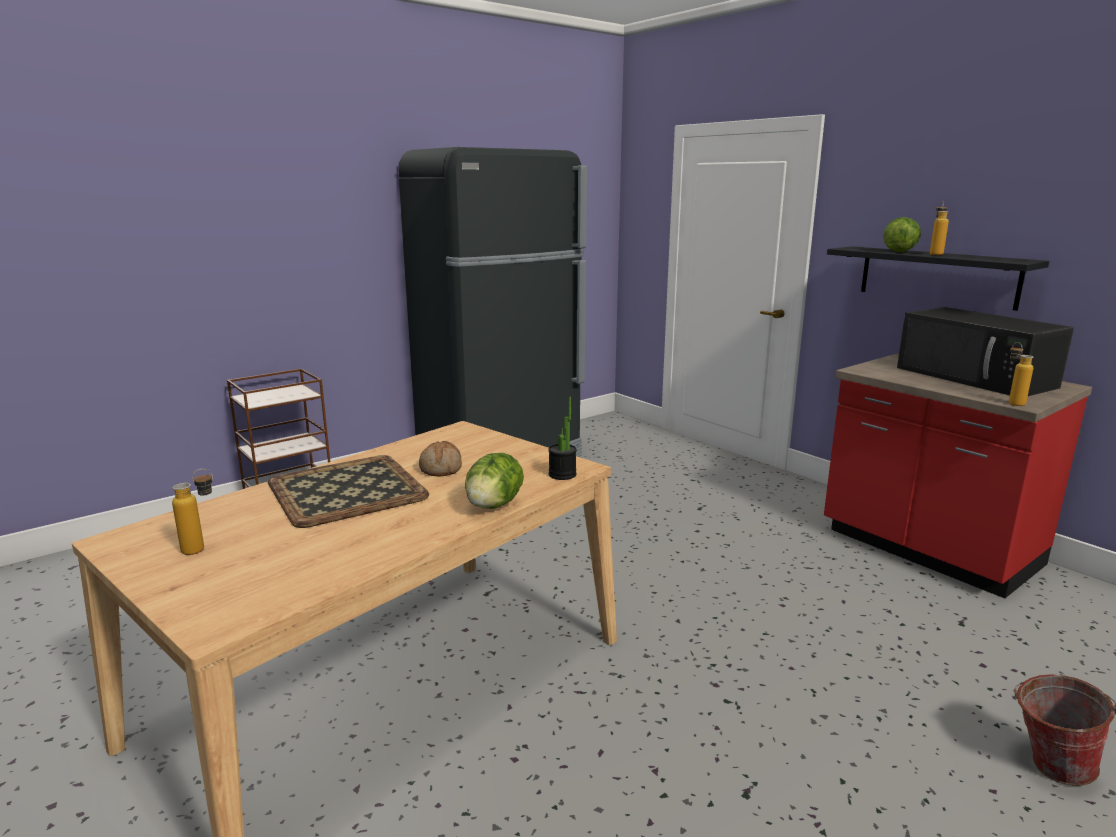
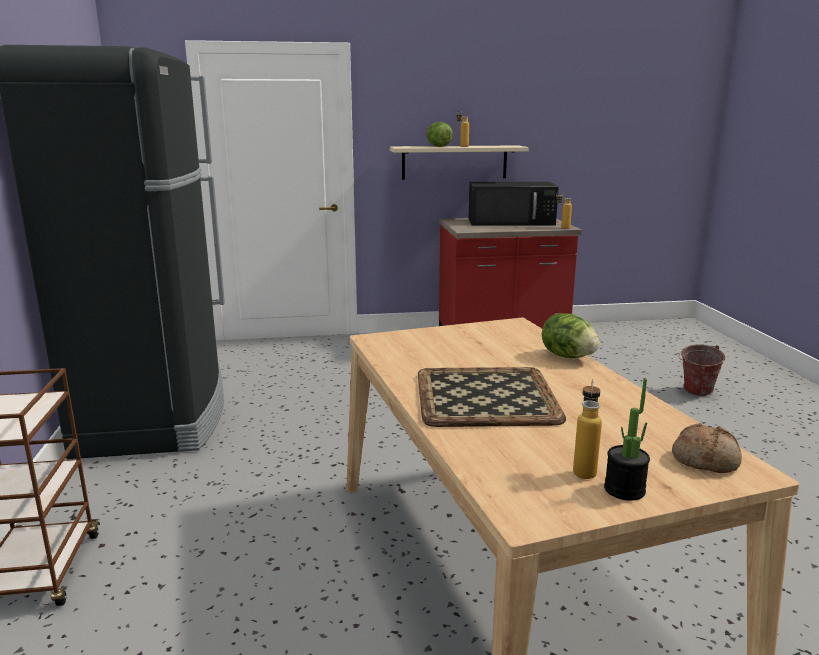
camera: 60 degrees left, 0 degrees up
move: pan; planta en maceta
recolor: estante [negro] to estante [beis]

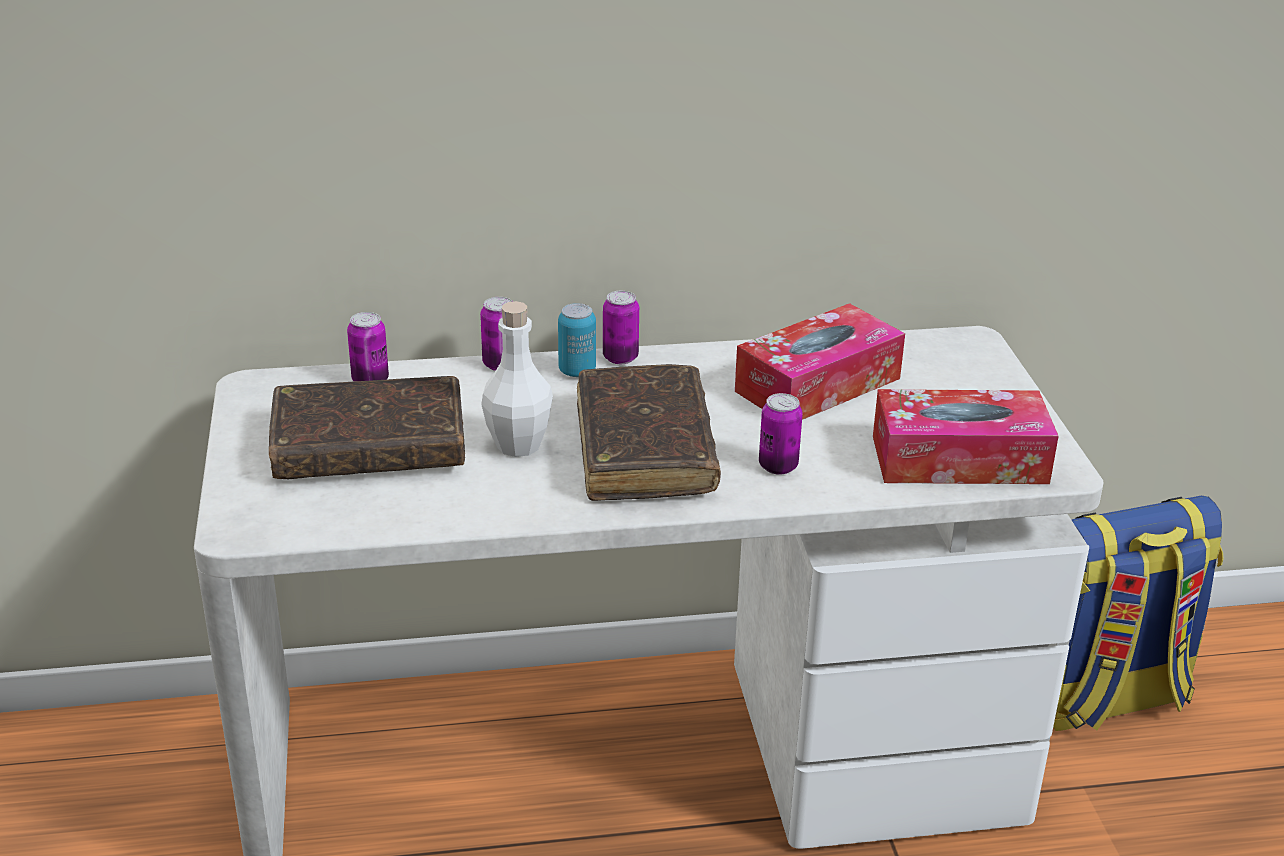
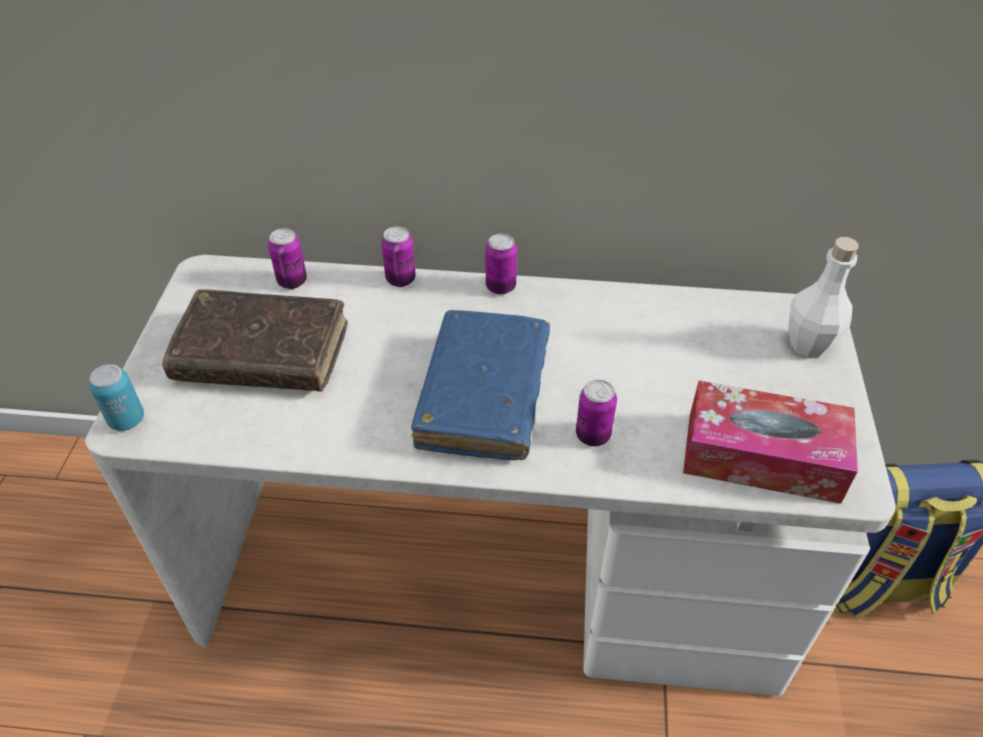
camera: 15 degrees right, 15 degrees up
delete: caja de pañuelos (1st from left)
move: botella [blanco]; lata (3rd from left in the first image) to lata (1st from left)
recolor: libro [marrón] (2nd from left) to libro [azul]

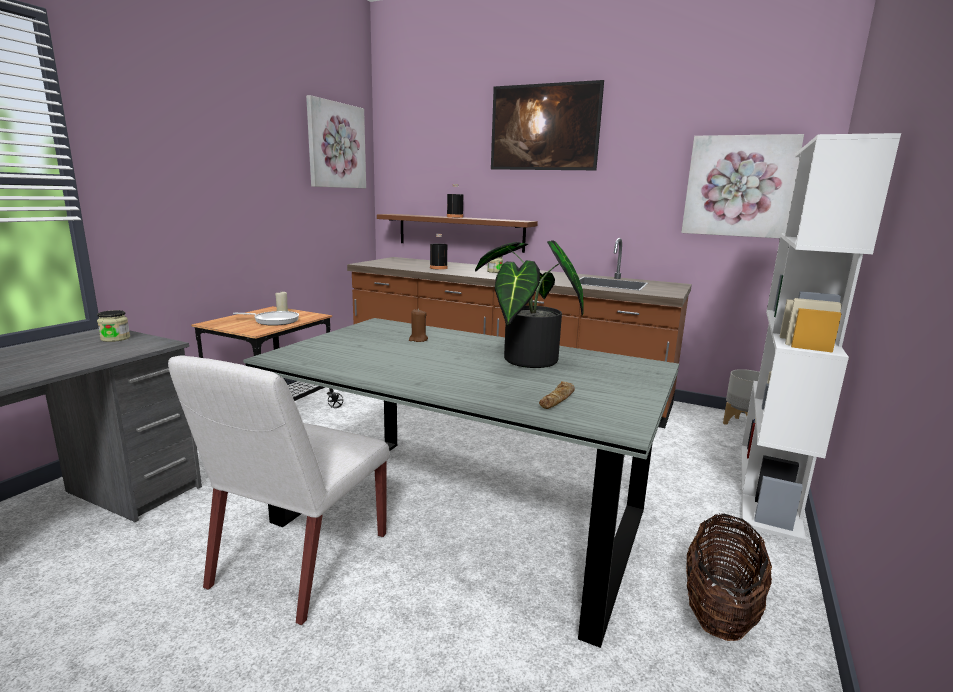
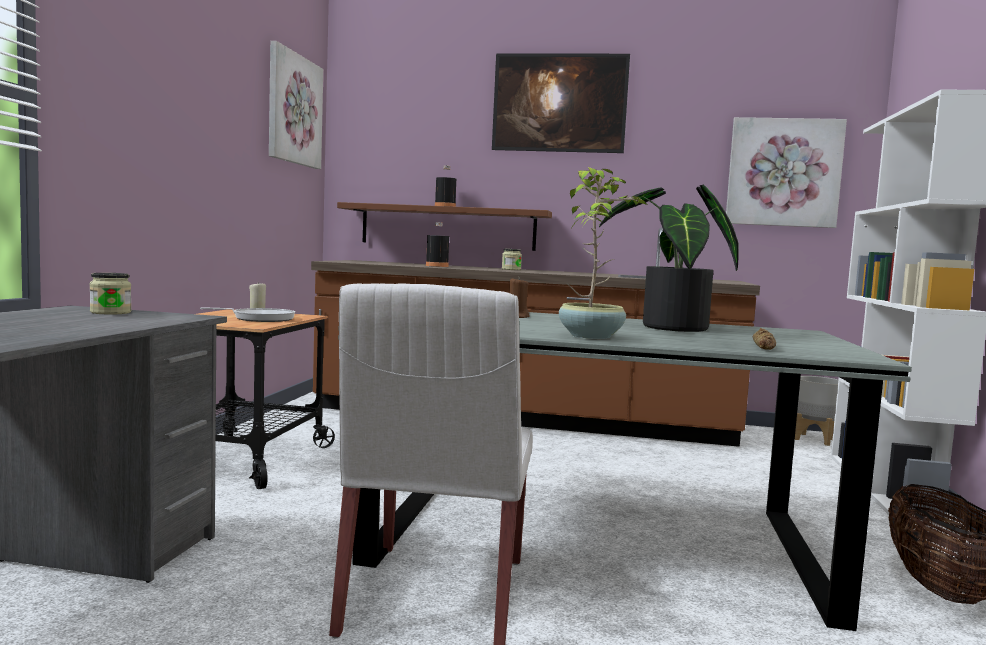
camera: 15 degrees left, 10 degrees down
insert: planta en maceta (1st from left)

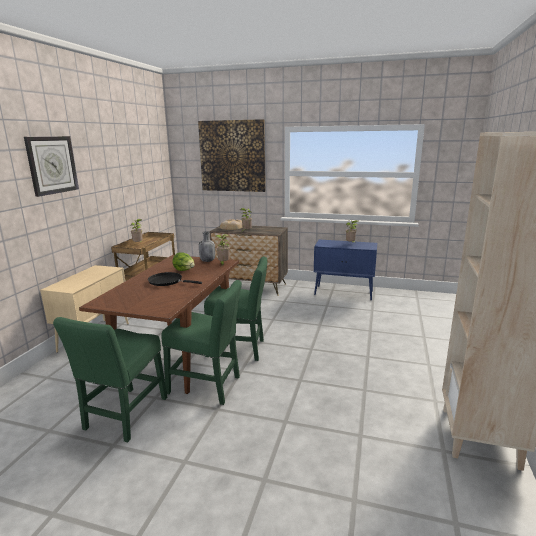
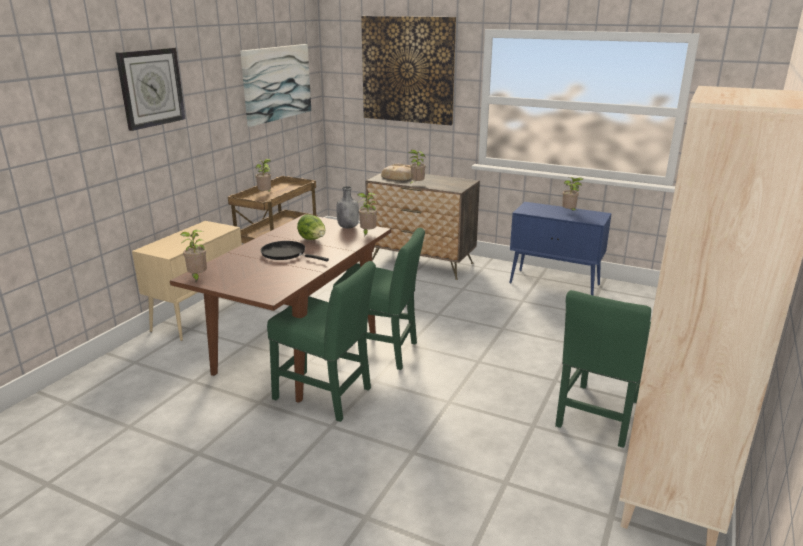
camera: 10 degrees right, 5 degrees up
insert: planta en maceta (1st from left); cuadro (1st from left)
move: silla [verde] (1st from left in the first image) to silla [verde] (3rd from left)

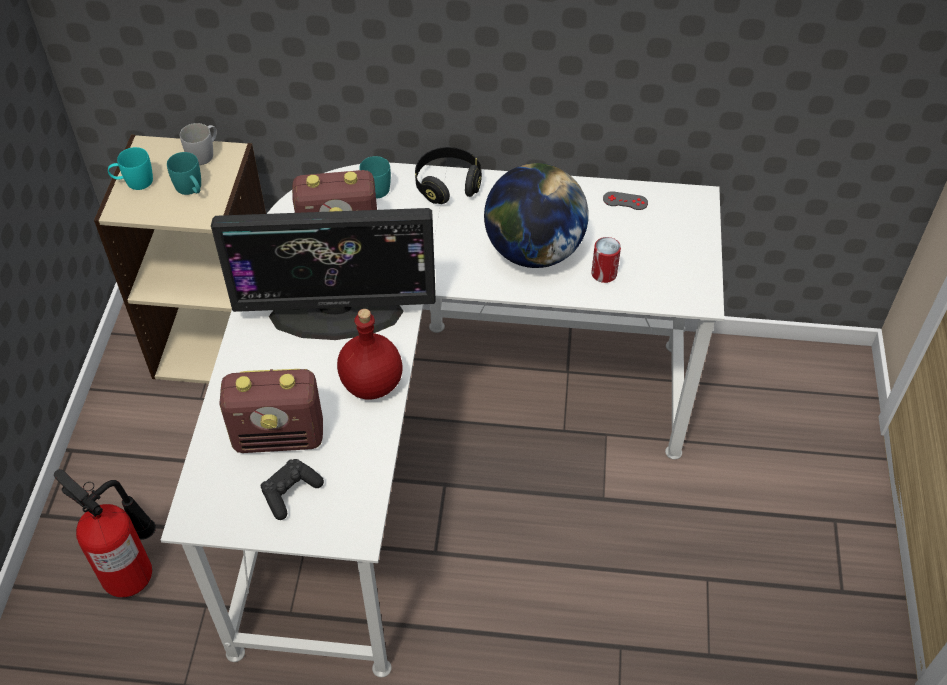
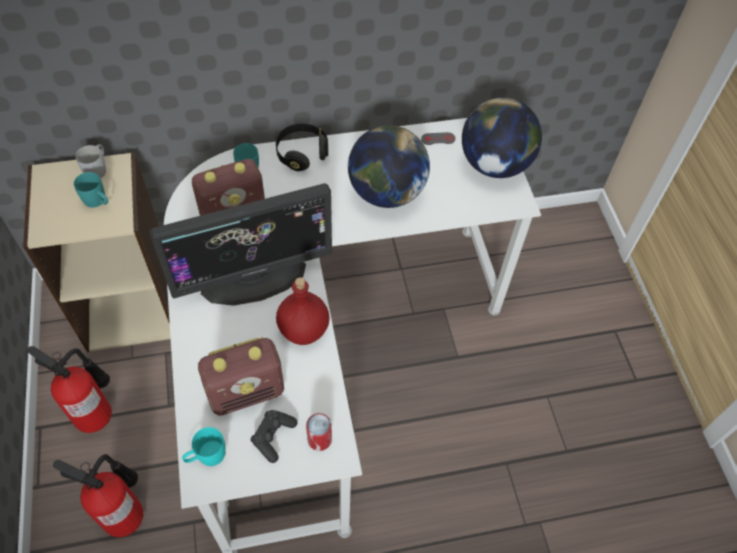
camera: 20 degrees left, 5 degrees up
insert: extintor (1st from left); globo terráqueo (2nd from left)
move: taza grande [turquesa] (1st from left in the first image) to taza grande [turquesa] (2nd from left); lata

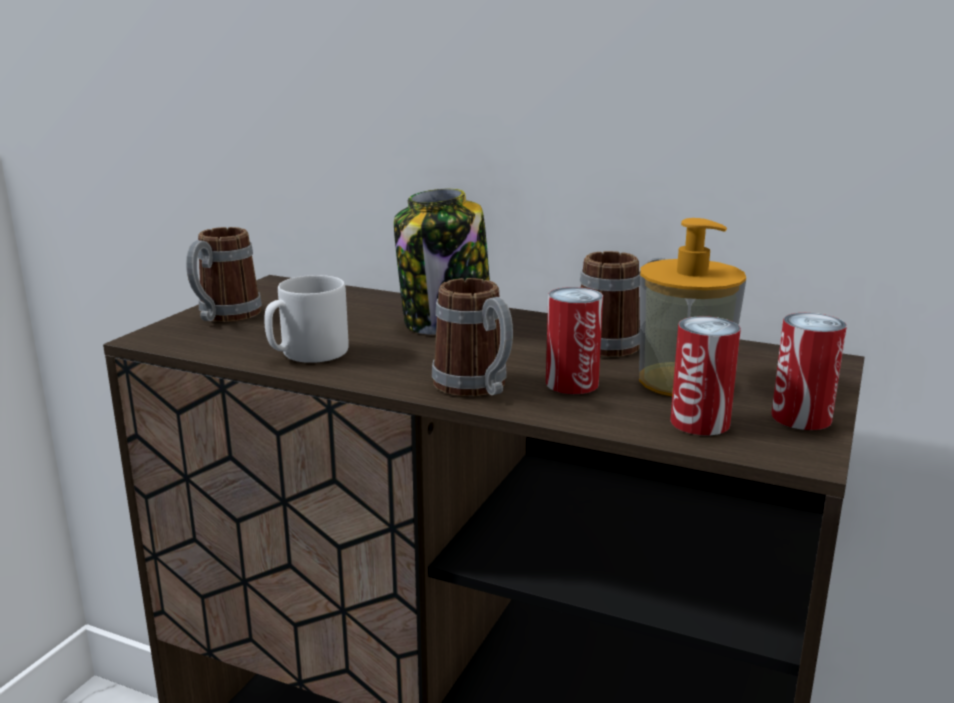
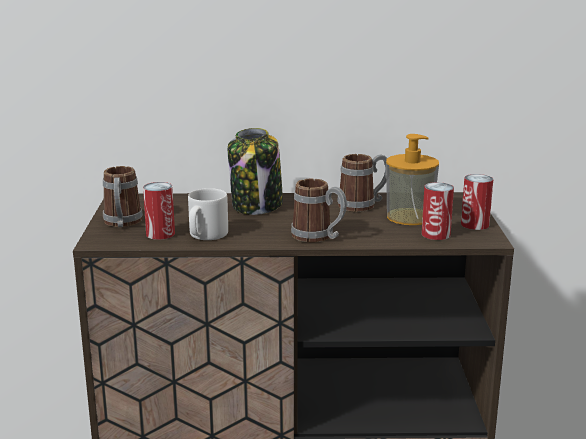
camera: 25 degrees left, 0 degrees up
move: lata (1st from left)

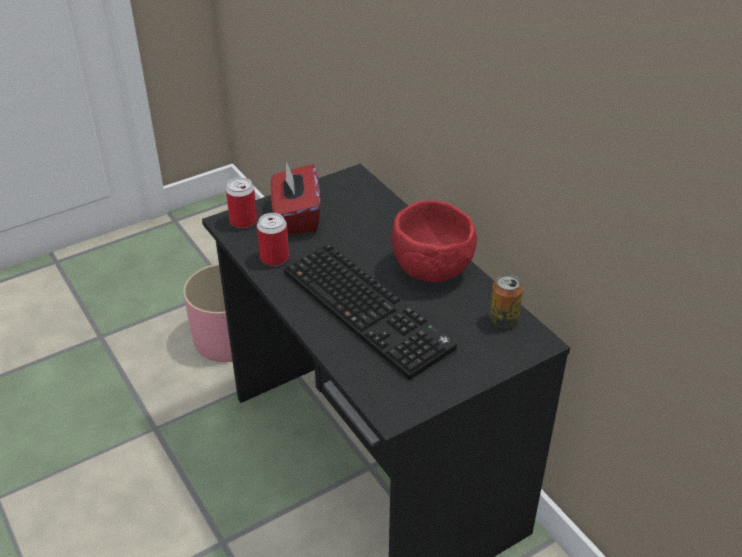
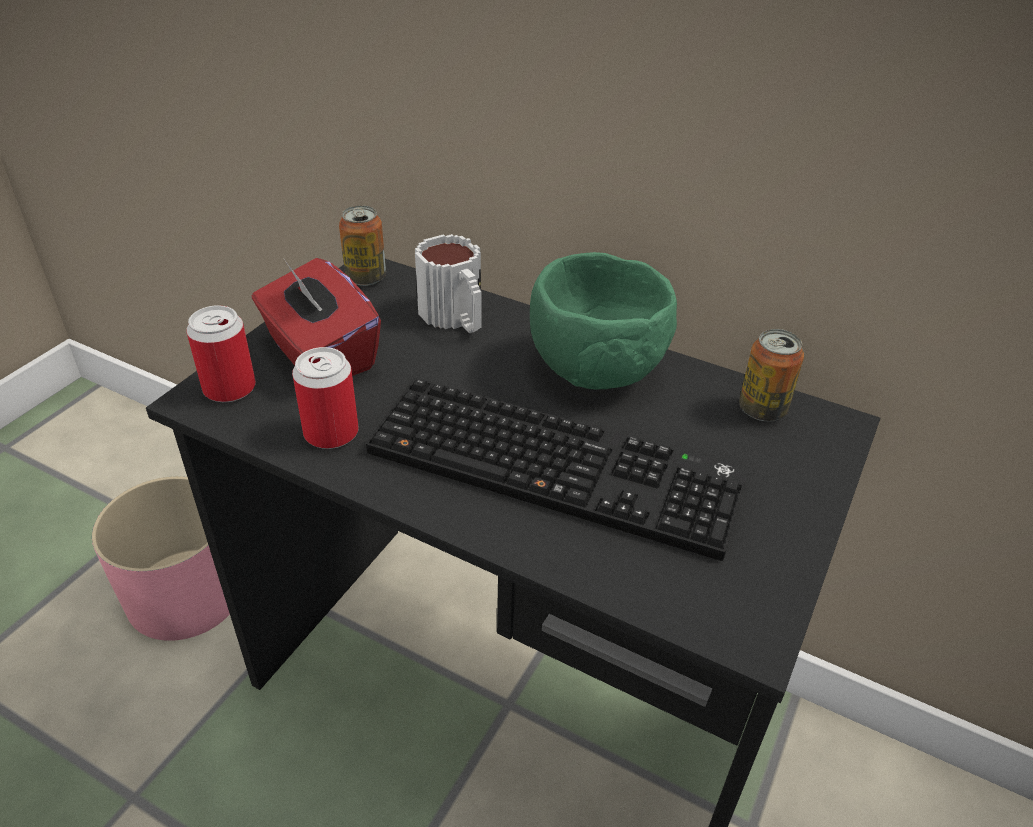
camera: 30 degrees left, 0 degrees up
insert: lata (3rd from left); taza grande
recolor: cuenco [rojo] to cuenco [verde]

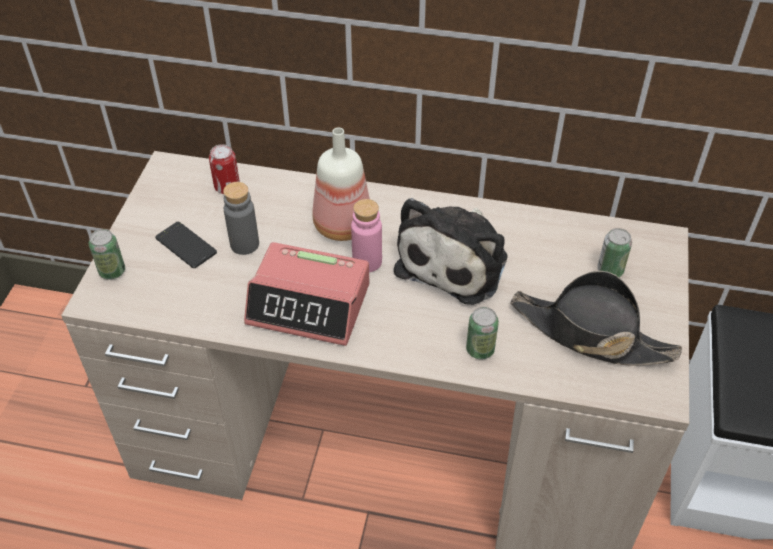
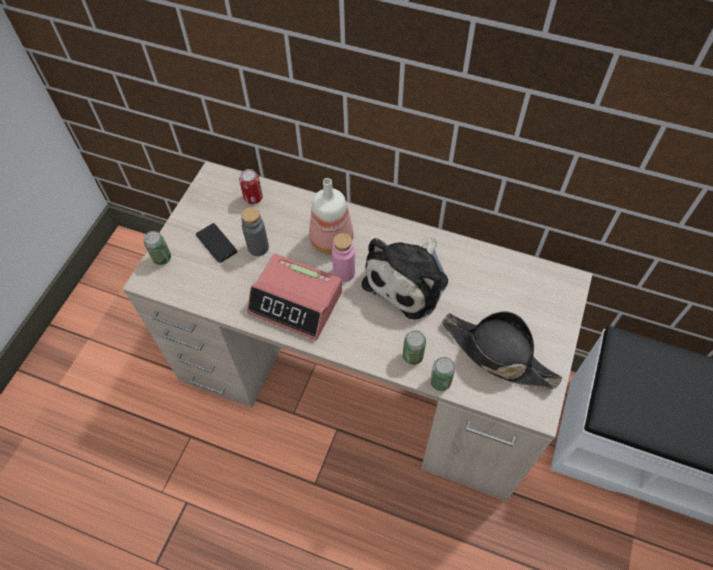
camera: 10 degrees right, 10 degrees up
move: lata (4th from left)

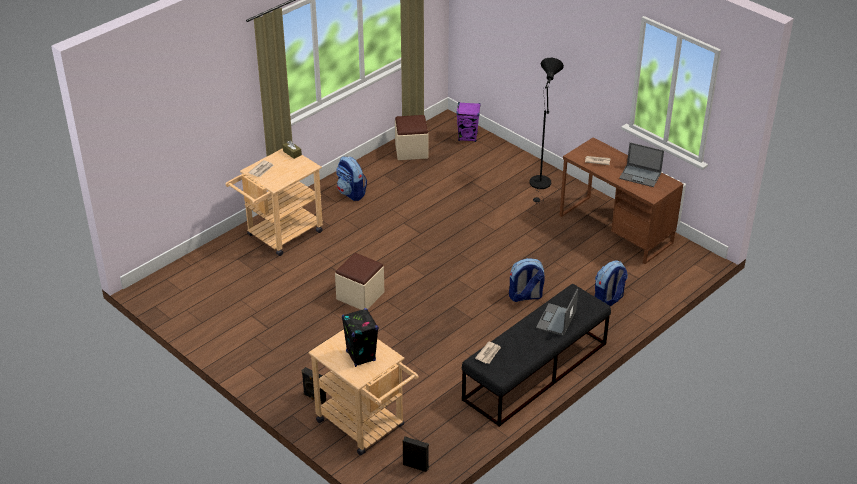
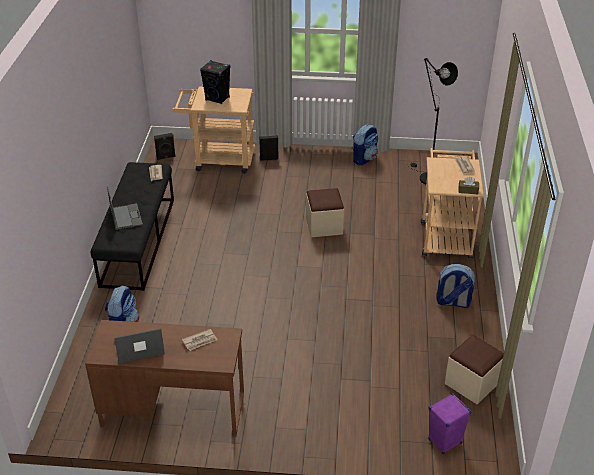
camera: 140 degrees right, 0 degrees up
move: mochila (2nd from left); lámpara de pie [negro]

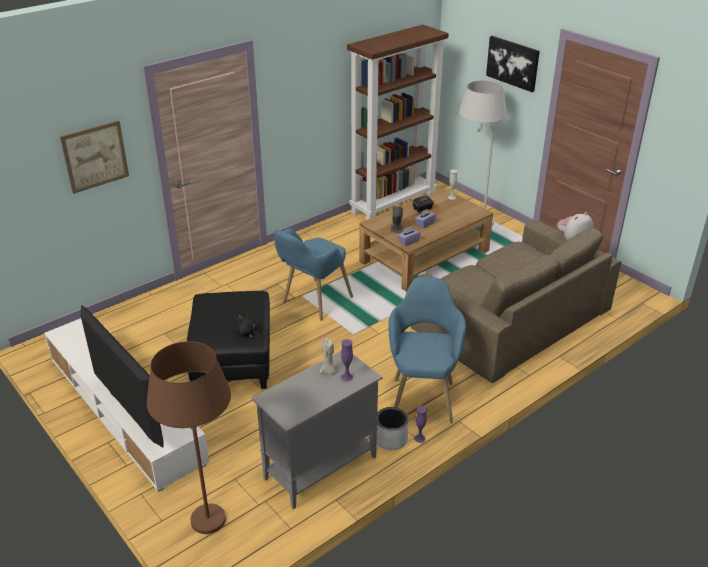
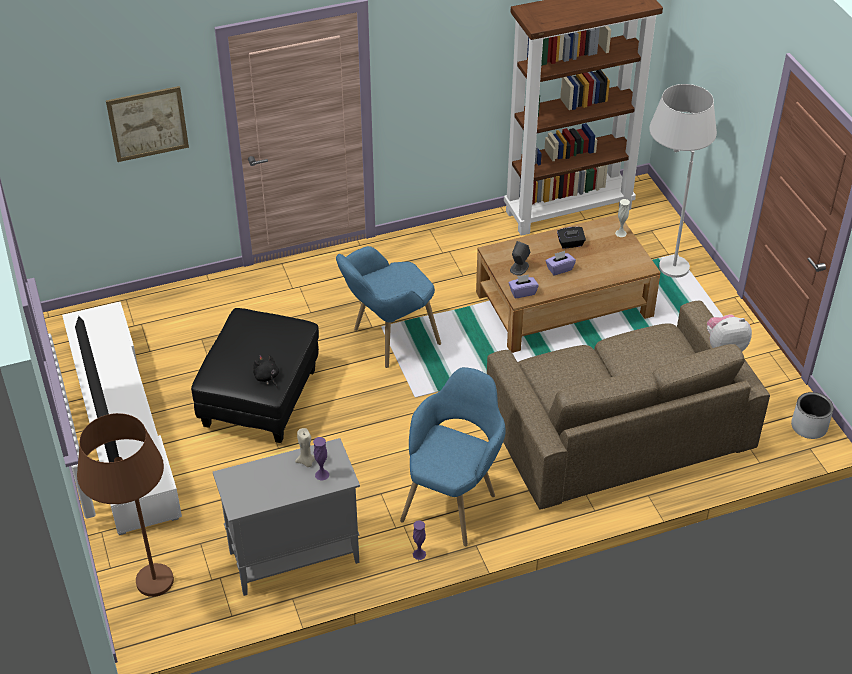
camera: 20 degrees right, 10 degrees up
delete: cuadro (2nd from left)
move: maceta [gris]

